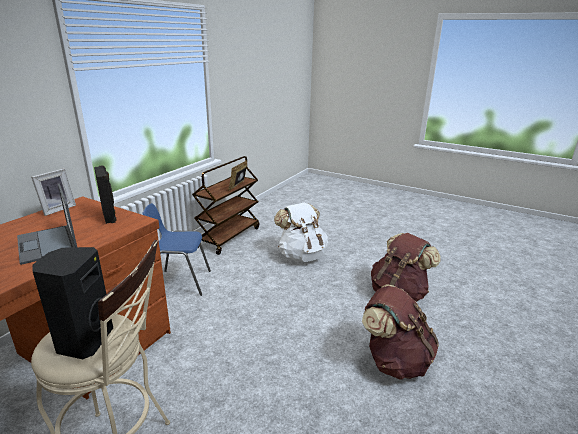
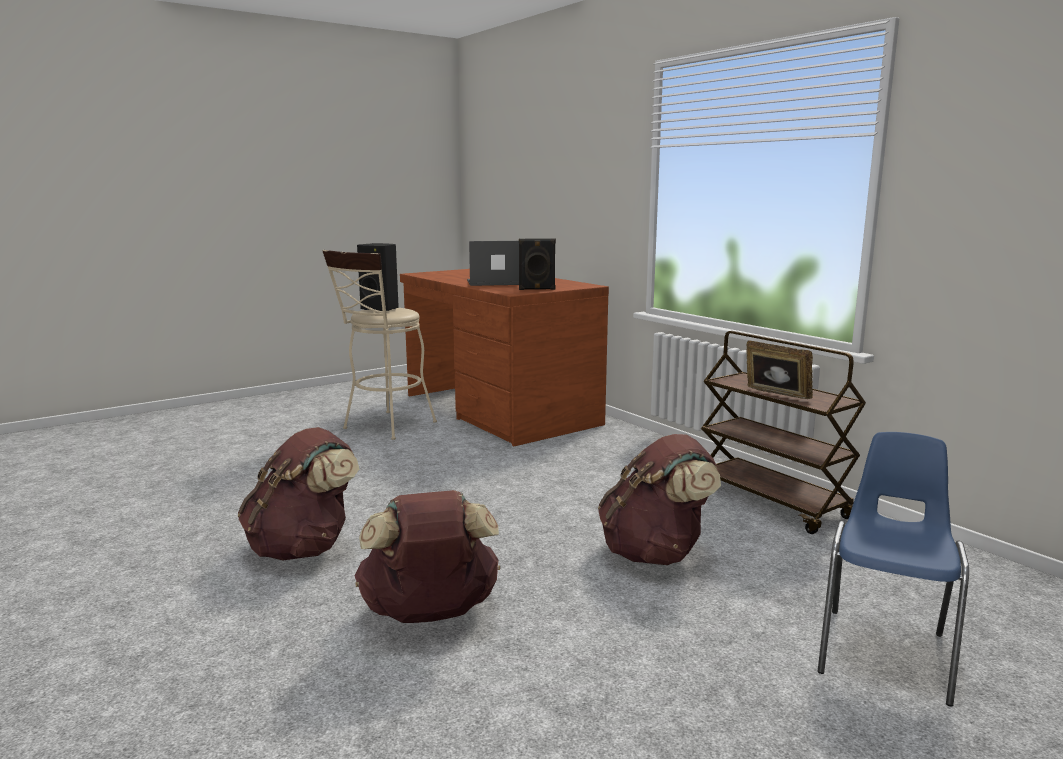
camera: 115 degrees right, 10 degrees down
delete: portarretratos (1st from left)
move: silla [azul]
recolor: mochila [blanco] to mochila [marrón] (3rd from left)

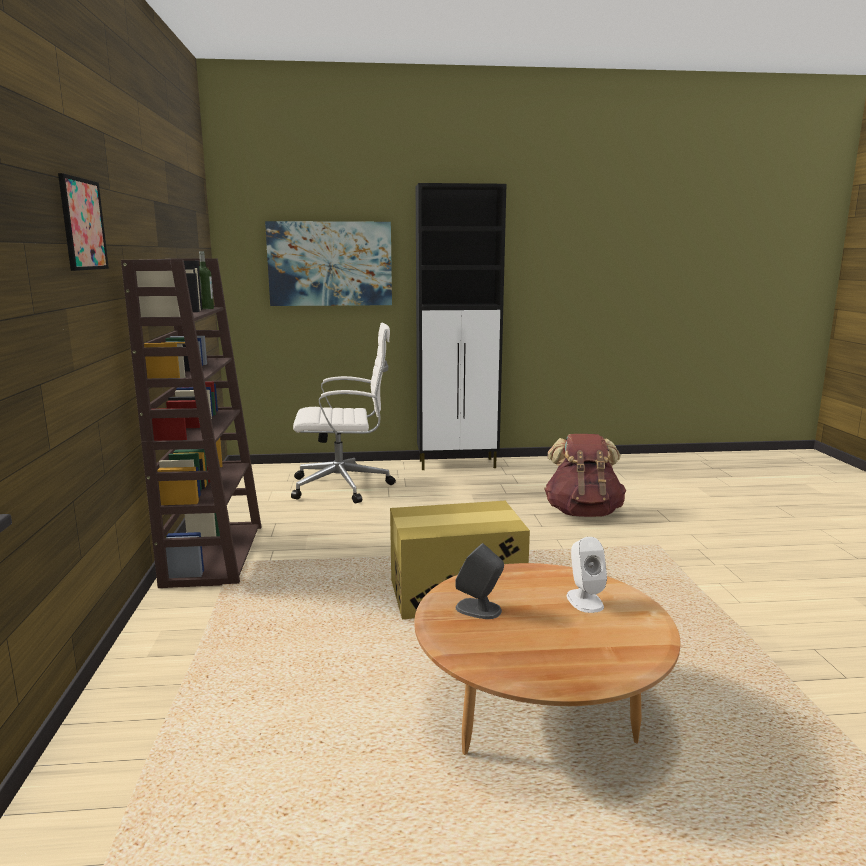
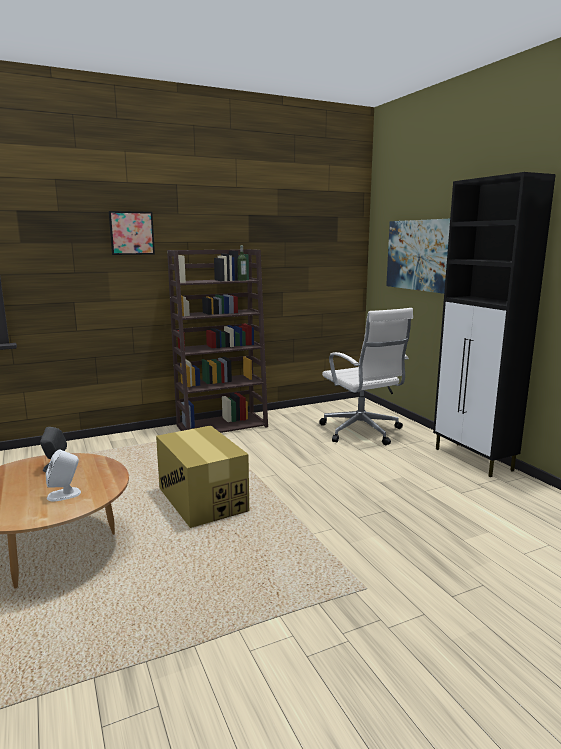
camera: 70 degrees right, 0 degrees up
delete: mochila [marrón]

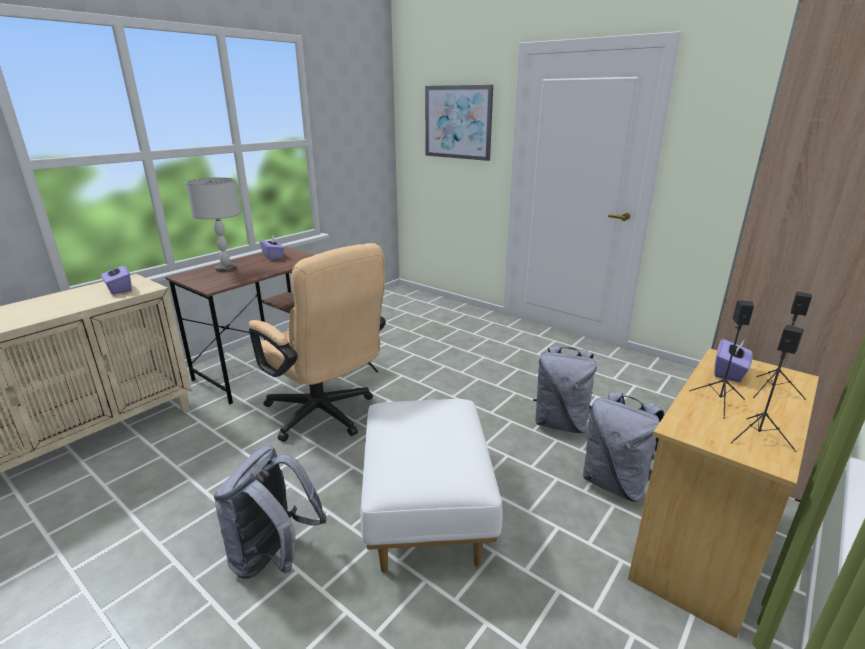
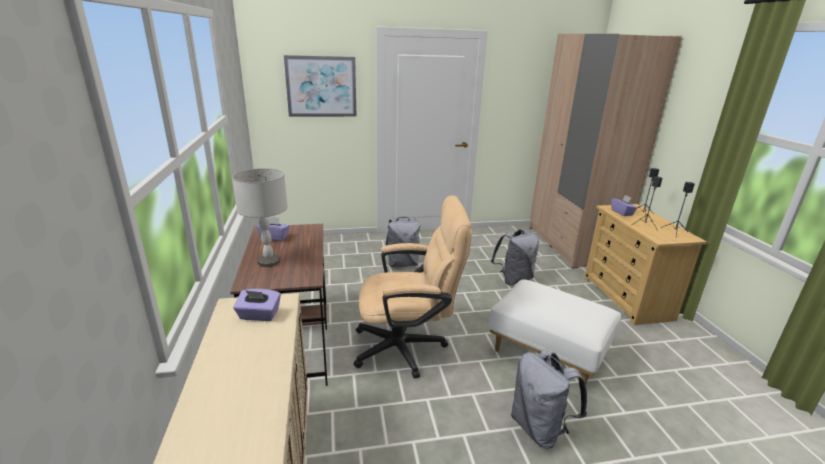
camera: 50 degrees left, 0 degrees up
move: mochila [gris] (3rd from left in the first image) to mochila [gris] (1st from left)

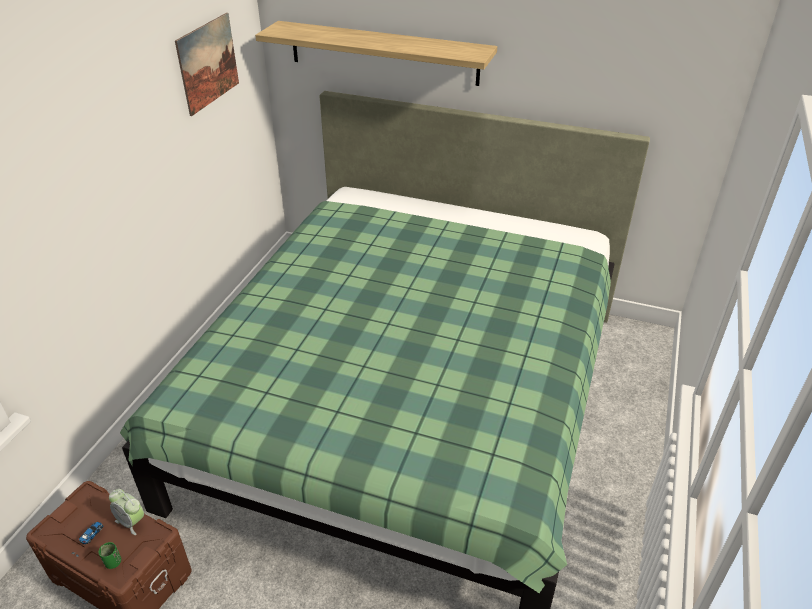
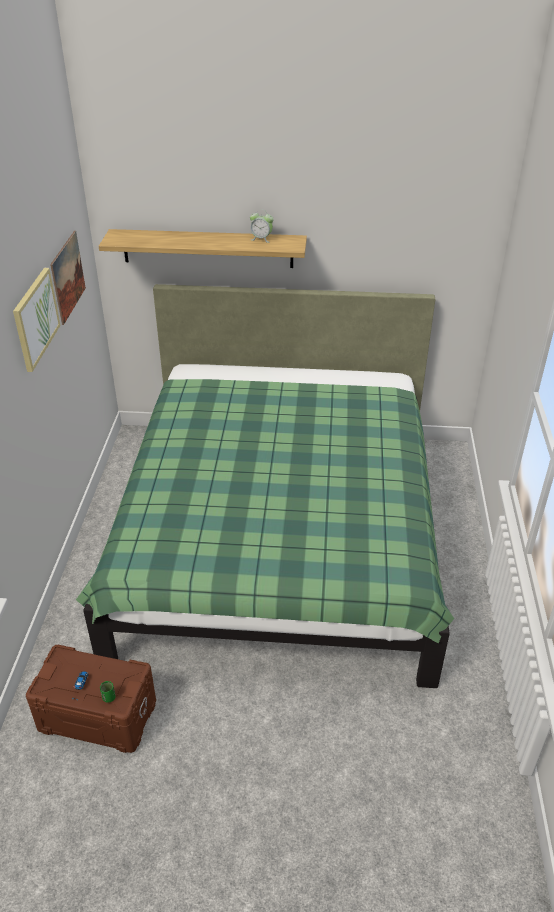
camera: 15 degrees left, 0 degrees up
insert: cuadro (1st from left)
move: despertador

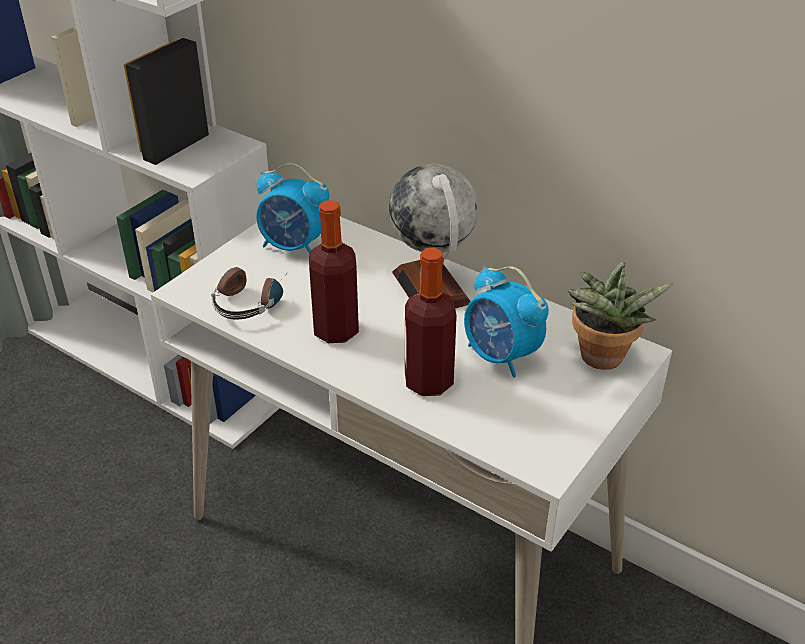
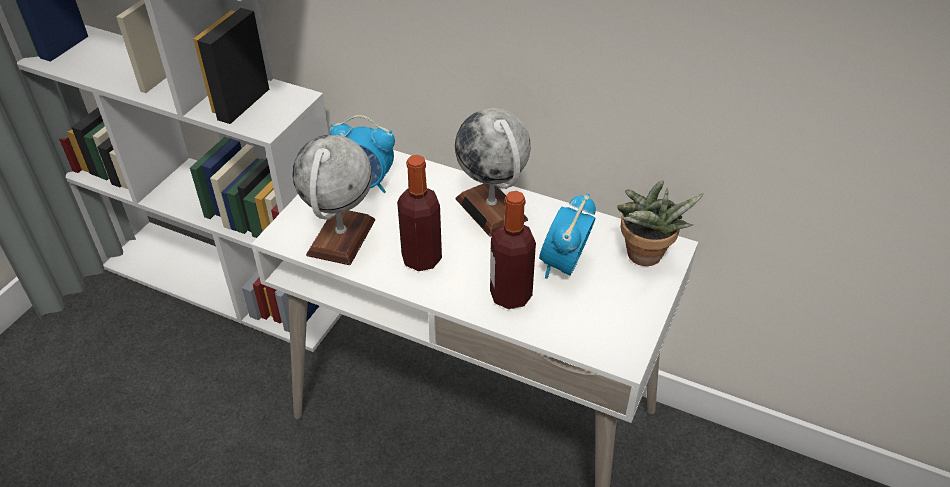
camera: 10 degrees left, 5 degrees up
replace: auriculares to globo terráqueo (1st from left)
rotate: despertador (2nd from left) 75 degrees clockwise

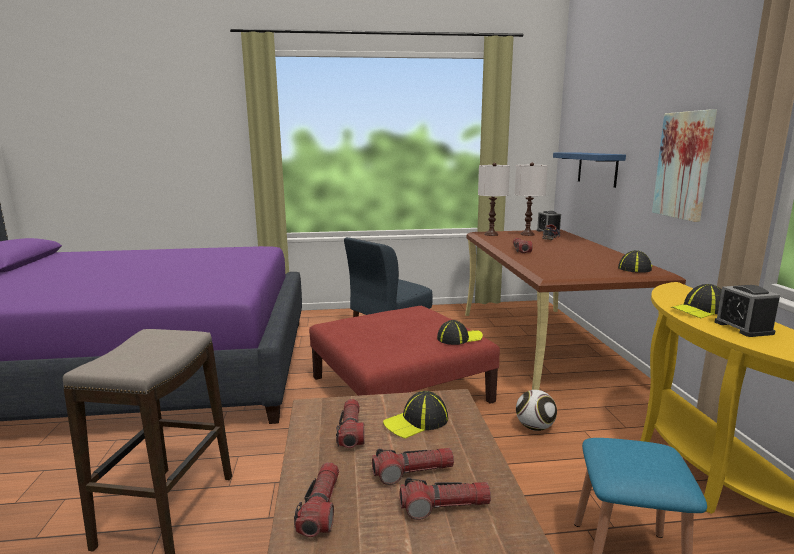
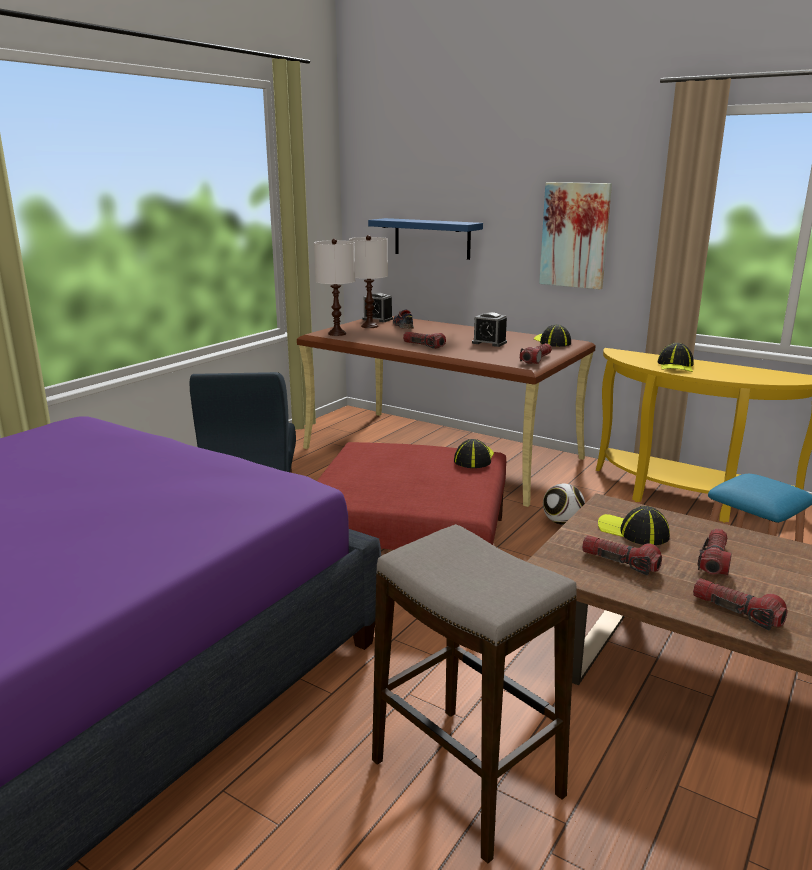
camera: 50 degrees left, 5 degrees up
move: linterna (4th from left in the first image) to linterna (2nd from left); despertador (2nd from left)
rotate: gorra (1st from left in the first image) 120 degrees clockwise

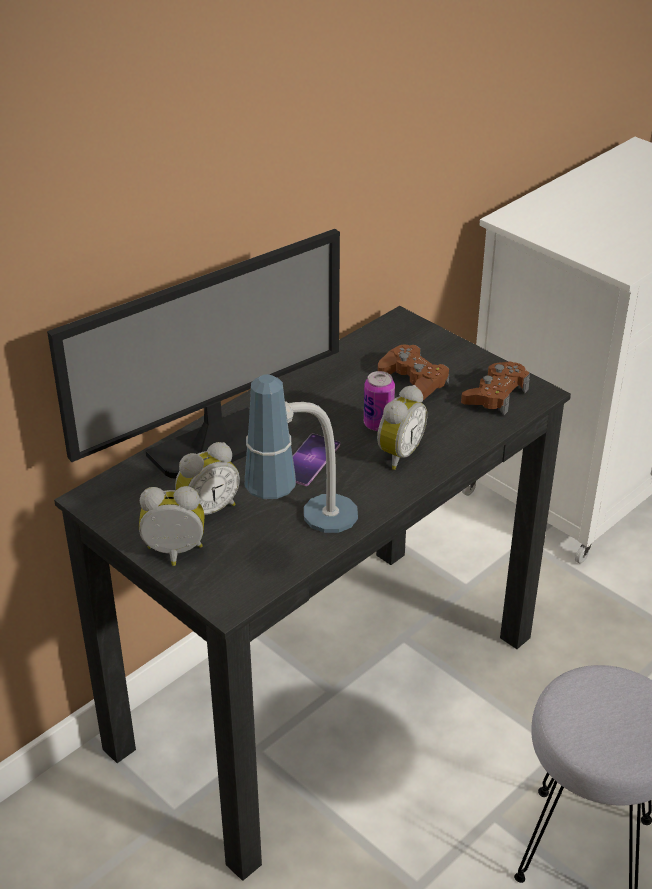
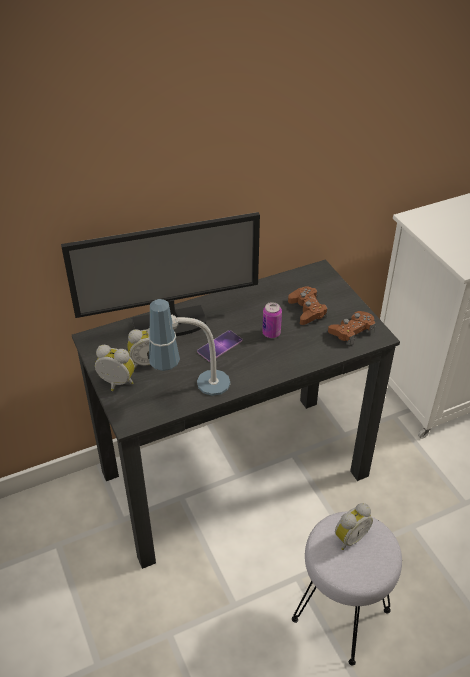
camera: 20 degrees right, 5 degrees up
move: despertador (3rd from left)

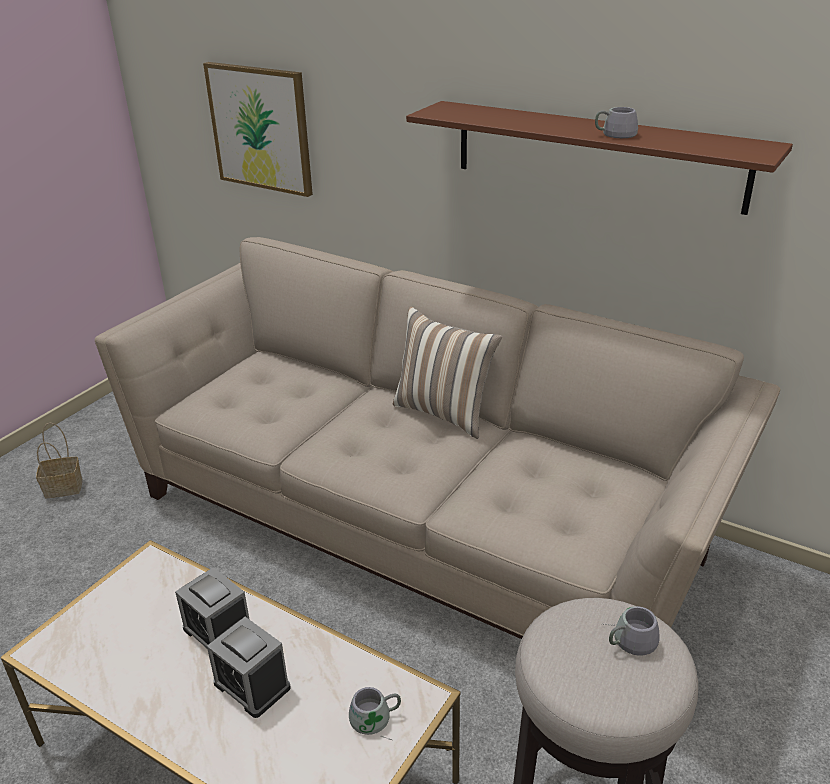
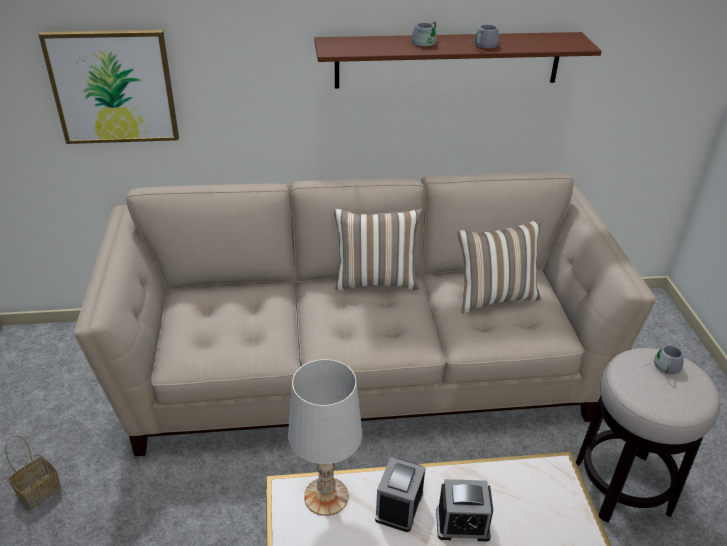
camera: 40 degrees left, 5 degrees up
insert: lámpara de mesa [blanco]; cojín (2nd from left)
move: taza grande [gris] (1st from left)
rotate: despertador (1st from left) 105 degrees clockwise

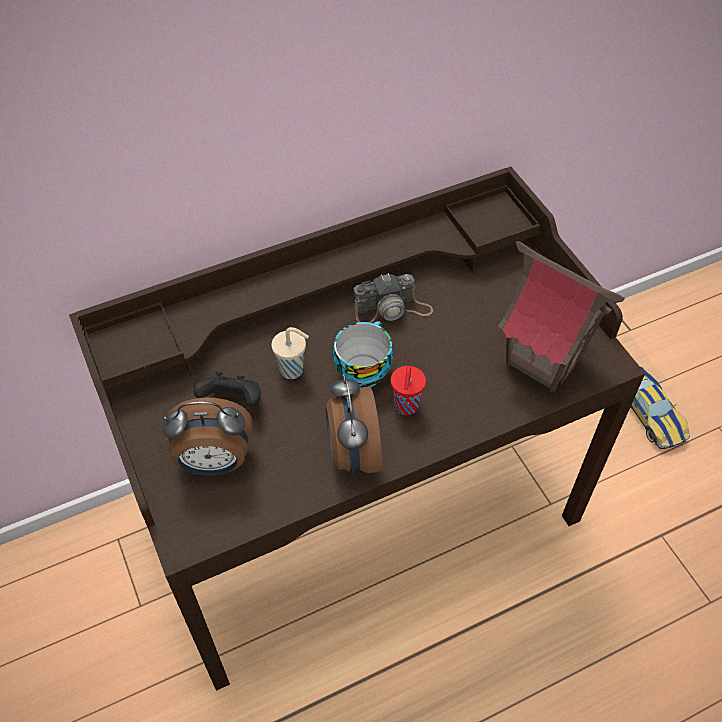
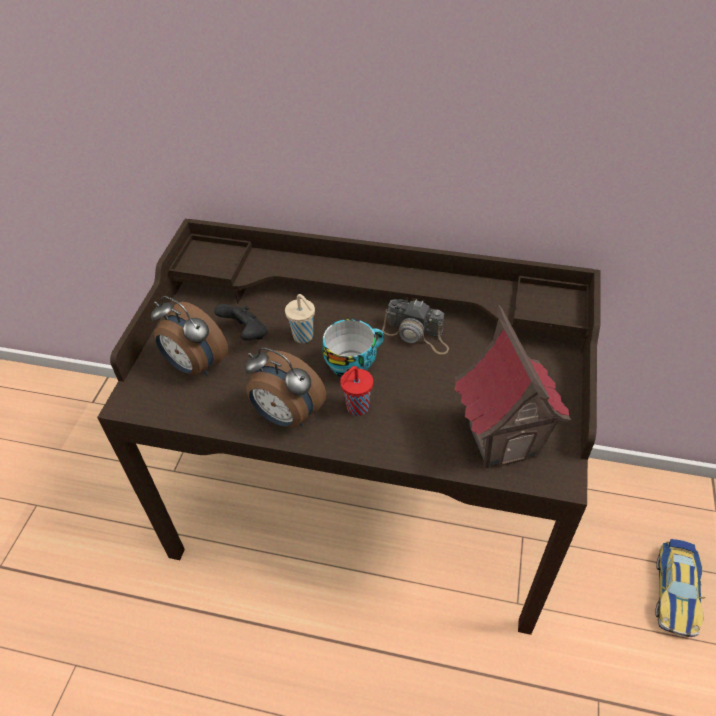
camera: 40 degrees right, 5 degrees down
rotate: despertador (2nd from left) 90 degrees counterclockwise

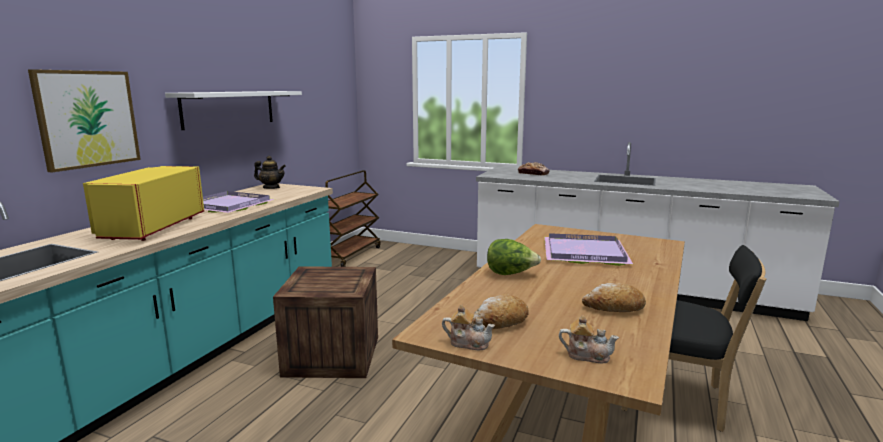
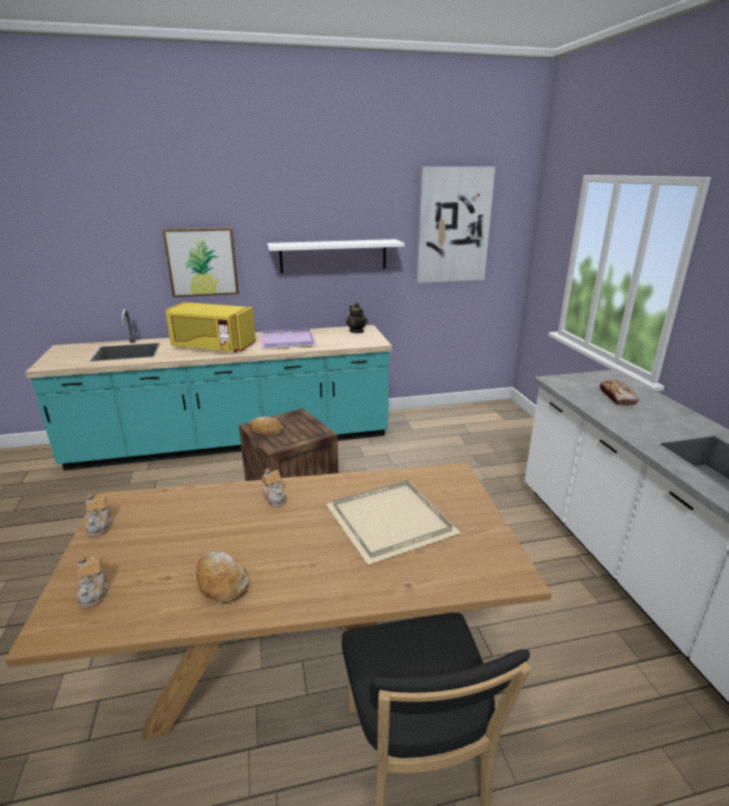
camera: 55 degrees right, 10 degrees up
delete: carrito [marrón]
insert: cuadro (2nd from left)
move: pan (1st from left in the first image) to pan (2nd from left)
replace: lechuga to tetera (3rd from left)
recolor: bandeja [morado] (2nd from left) to bandeja [beis]
rotate: microondas [amarillo] 135 degrees counterclockwise

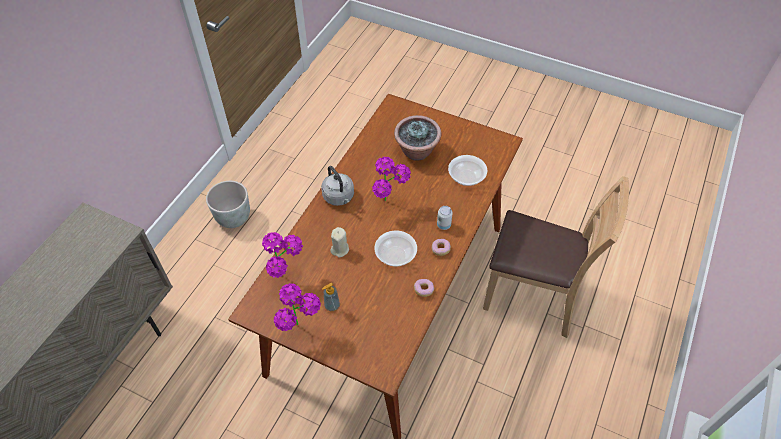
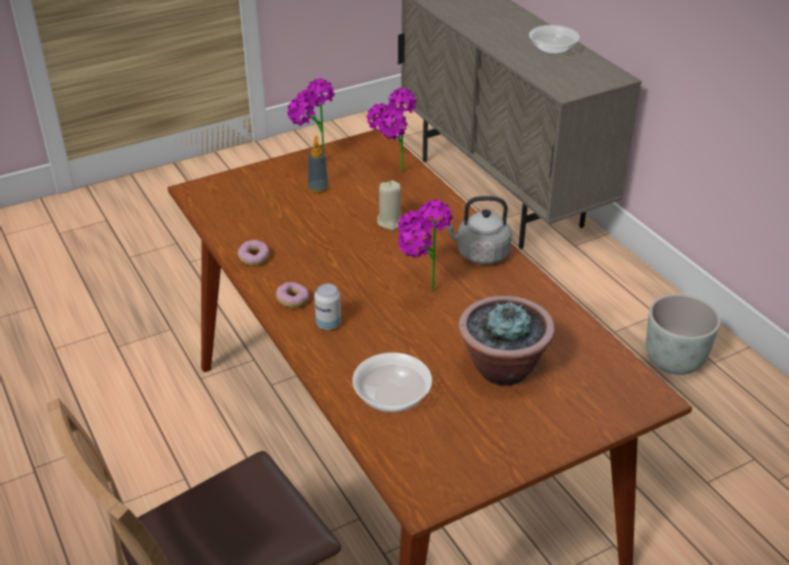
camera: 125 degrees right, 15 degrees down
move: cuenco (1st from left in the first image) to cuenco (2nd from left)

